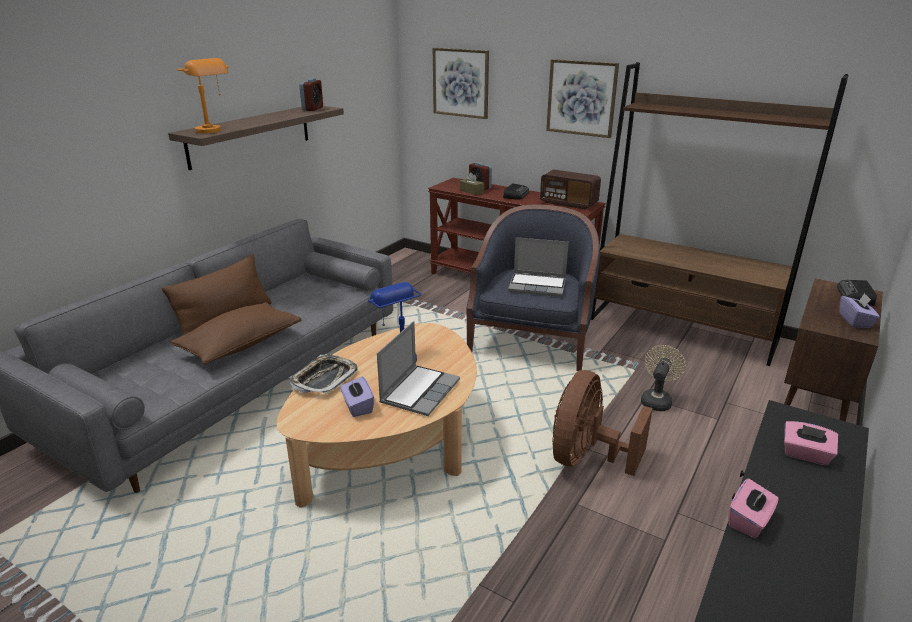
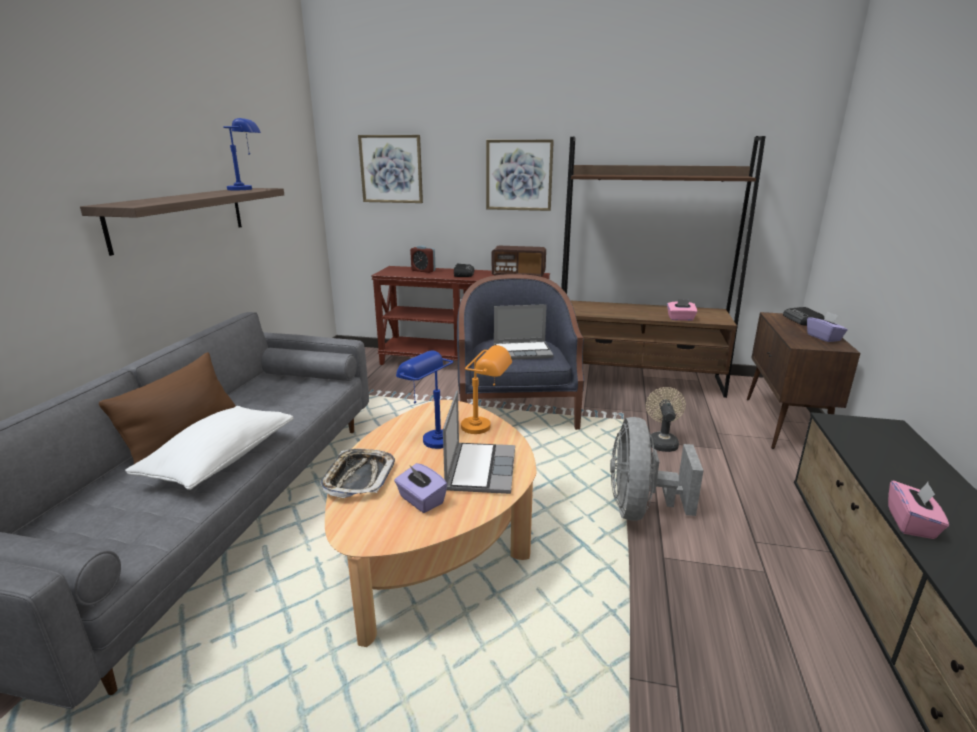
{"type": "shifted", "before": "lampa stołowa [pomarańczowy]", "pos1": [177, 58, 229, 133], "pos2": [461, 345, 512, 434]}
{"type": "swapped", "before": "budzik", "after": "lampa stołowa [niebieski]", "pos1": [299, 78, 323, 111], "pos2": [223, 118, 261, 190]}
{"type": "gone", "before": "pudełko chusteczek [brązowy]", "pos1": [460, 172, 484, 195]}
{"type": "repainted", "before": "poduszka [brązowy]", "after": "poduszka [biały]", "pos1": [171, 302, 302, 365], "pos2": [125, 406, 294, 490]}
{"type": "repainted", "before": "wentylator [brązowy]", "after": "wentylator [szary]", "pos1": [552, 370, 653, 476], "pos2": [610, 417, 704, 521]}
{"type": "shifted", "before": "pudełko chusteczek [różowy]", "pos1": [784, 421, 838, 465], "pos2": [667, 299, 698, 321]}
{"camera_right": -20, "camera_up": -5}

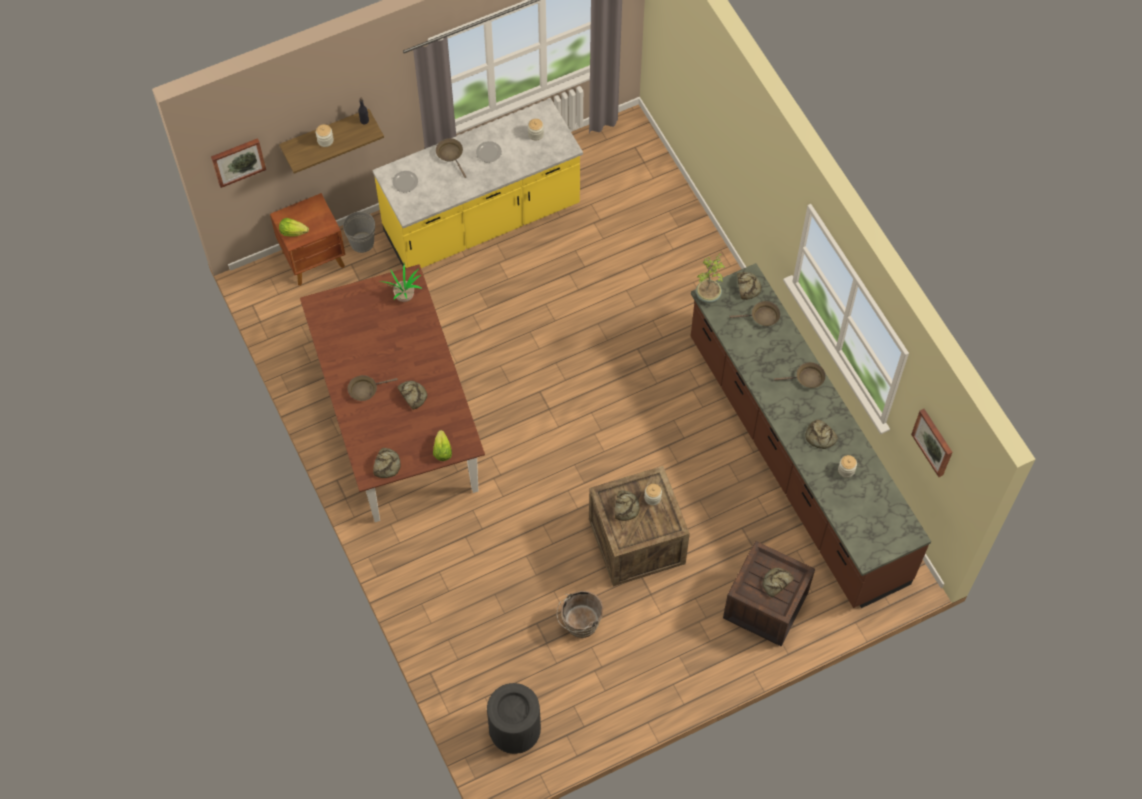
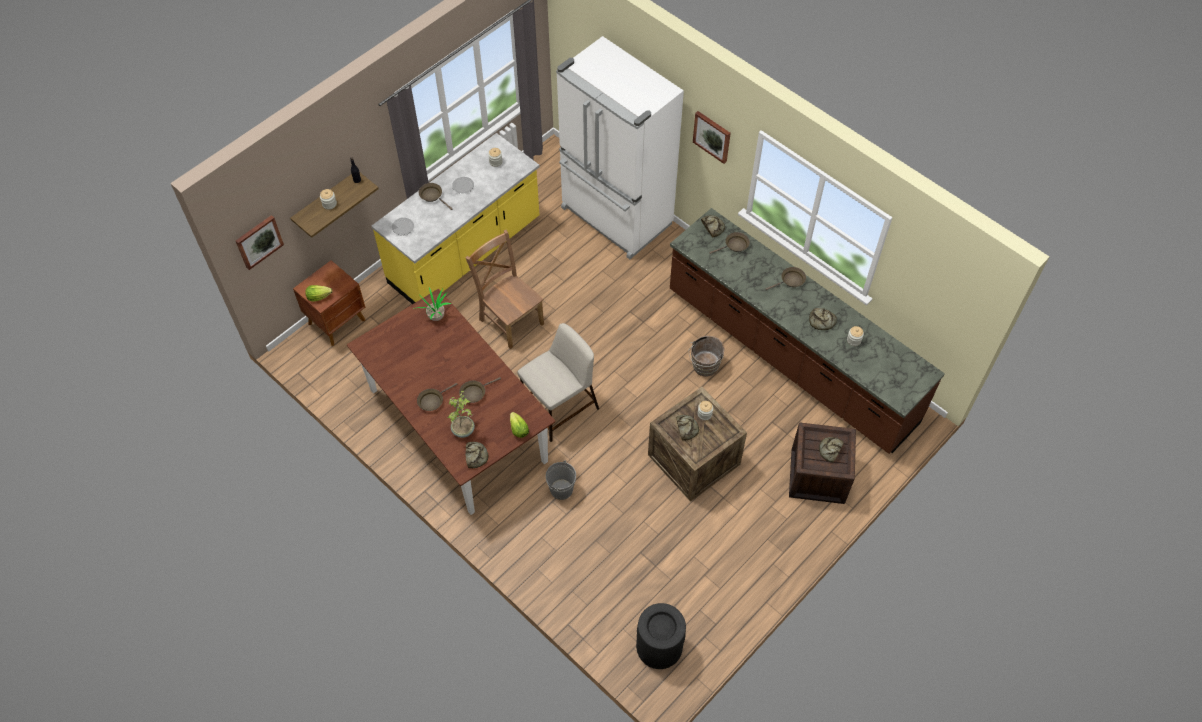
{"type": "shifted", "before": "wiadro [szary]", "pos1": [343, 212, 375, 253], "pos2": [546, 460, 576, 500]}
{"type": "shifted", "before": "roślina doniczkowa", "pos1": [696, 254, 725, 303], "pos2": [448, 391, 475, 438]}
{"type": "swapped", "before": "chleb", "after": "patelnia [brązowy]", "pos1": [397, 381, 427, 410], "pos2": [459, 377, 501, 403]}
{"type": "shifted", "before": "obraz", "pos1": [911, 409, 953, 477], "pos2": [693, 111, 731, 164]}
{"type": "shifted", "before": "wiadro [brązowy]", "pos1": [557, 591, 603, 638], "pos2": [688, 336, 725, 377]}
{"type": "new", "after": "lodówka [biały]", "pos2": [556, 36, 684, 259]}
{"type": "new", "after": "krzesło [brązowy]", "pos2": [466, 230, 544, 349]}
{"type": "new", "after": "stołek [beżowy]", "pos2": [517, 323, 599, 442]}
{"camera_right": -20, "camera_up": -5}

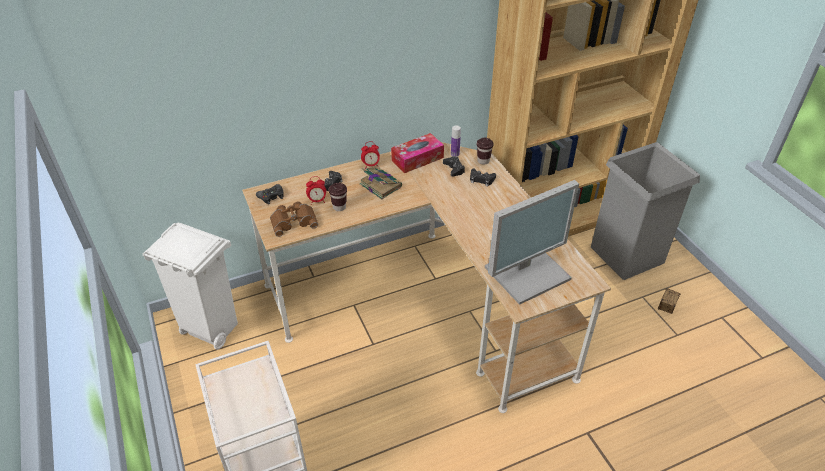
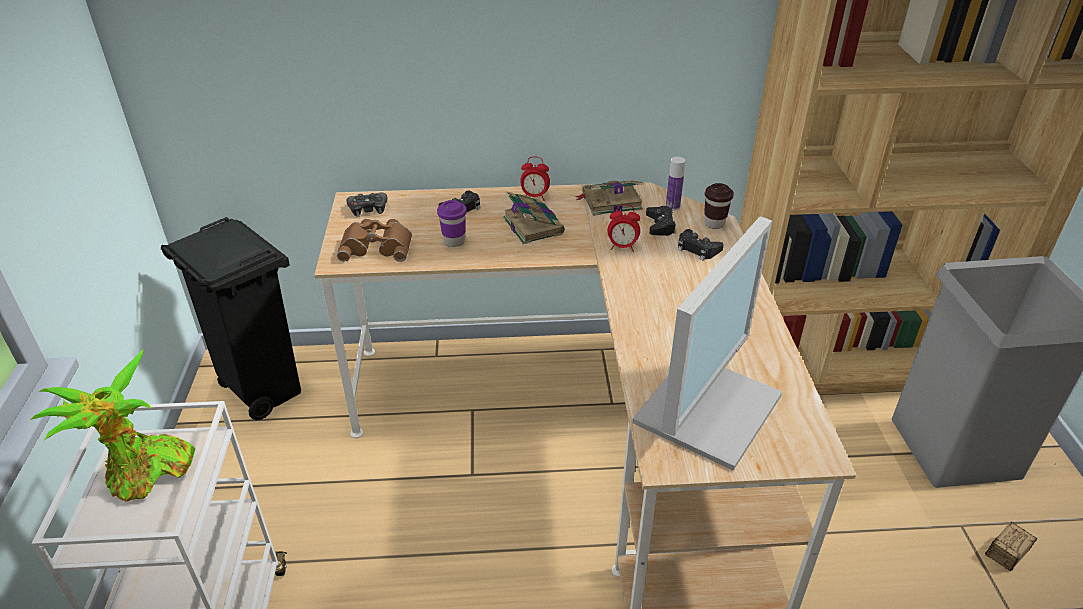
{"type": "swapped", "before": "pudełko chusteczek", "after": "książka", "pos1": [391, 133, 444, 173], "pos2": [574, 180, 644, 216]}
{"type": "shifted", "before": "budzik", "pos1": [306, 176, 326, 205], "pos2": [608, 204, 640, 252]}
{"type": "rotated", "before": "monitor", "pos1": [485, 180, 579, 305], "pos2": [632, 216, 782, 471], "turn": -45}
{"type": "repainted", "before": "filiżanka [brązowy]", "after": "filiżanka [fioletowy]", "pos1": [329, 183, 347, 211], "pos2": [437, 200, 467, 247]}
{"type": "repainted", "before": "kosz na śmieci [biały]", "after": "kosz na śmieci [czarny]", "pos1": [143, 223, 238, 349], "pos2": [161, 217, 301, 420]}
{"type": "new", "after": "roślina doniczkowa", "pos2": [31, 349, 195, 502]}
{"camera_right": 20, "camera_up": -5}

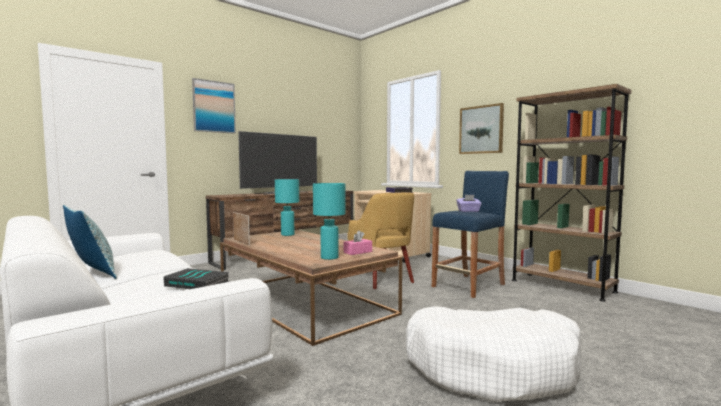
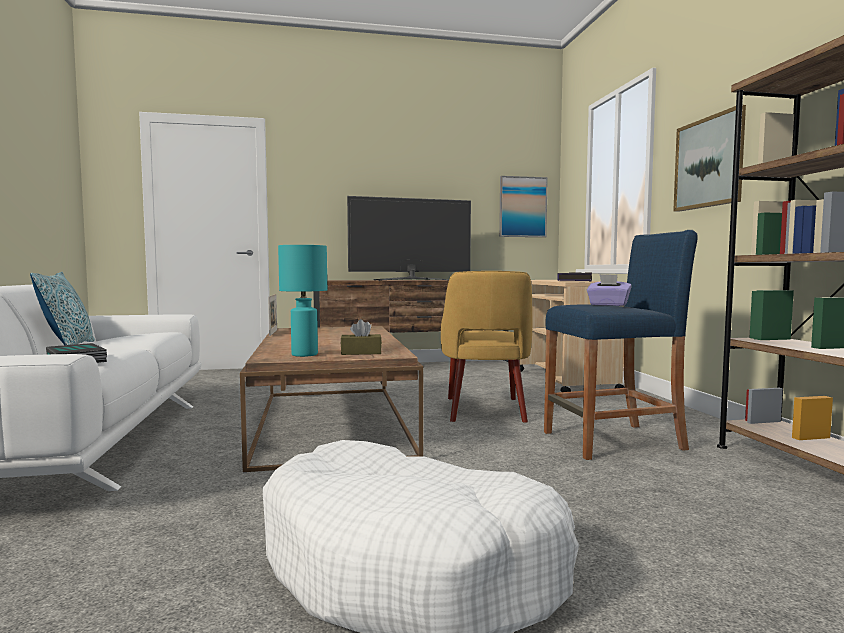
{"type": "shifted", "before": "obraz", "pos1": [192, 78, 236, 134], "pos2": [499, 176, 548, 237]}
{"type": "gone", "before": "lampa stołowa [turkusowy]", "pos1": [275, 179, 299, 236]}
{"type": "repainted", "before": "pudełko chusteczek [różowy]", "after": "pudełko chusteczek [brązowy]", "pos1": [344, 230, 372, 255], "pos2": [340, 319, 382, 355]}
{"camera_right": 30, "camera_up": 0}

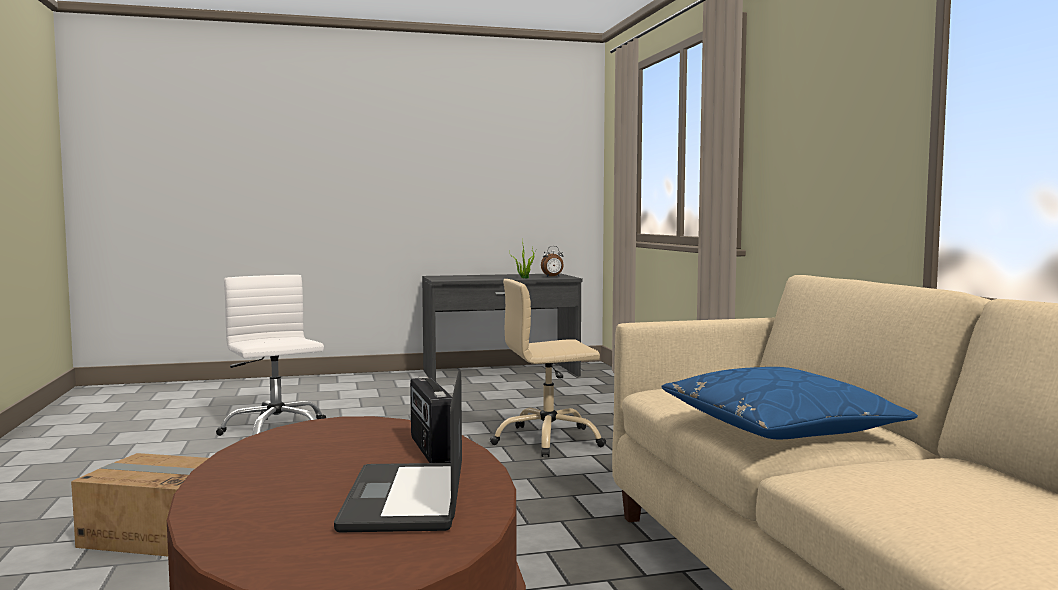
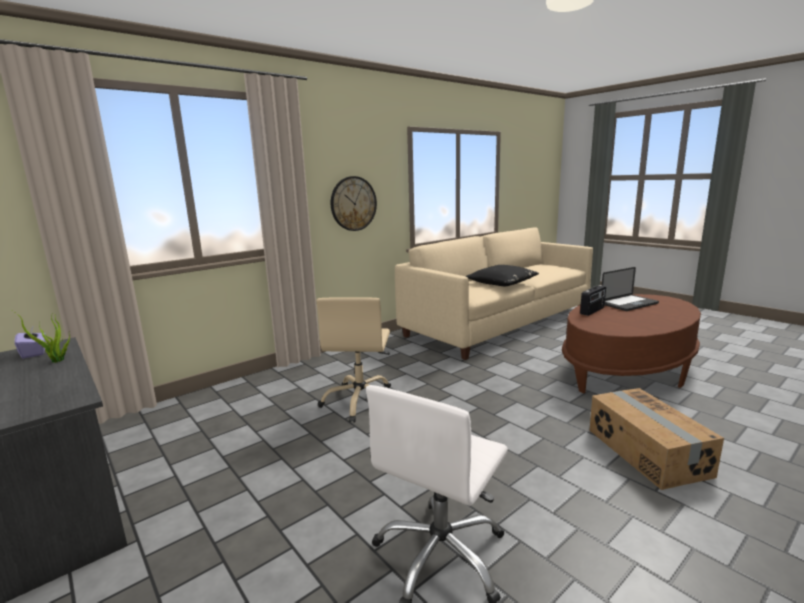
{"type": "swapped", "before": "budzik", "after": "pudełko chusteczek [fioletowy]", "pos1": [541, 246, 564, 277], "pos2": [14, 325, 46, 359]}
{"type": "rotated", "before": "krzesło biurowe [beżowy]", "pos1": [490, 279, 606, 457], "pos2": [316, 297, 391, 423], "turn": 45}
{"type": "repainted", "before": "poduszka [niebieski]", "after": "poduszka [czarny]", "pos1": [661, 367, 918, 439], "pos2": [465, 265, 539, 286]}
{"type": "new", "after": "zegar ścienny", "pos2": [331, 176, 377, 231]}
{"camera_right": -115, "camera_up": 10}

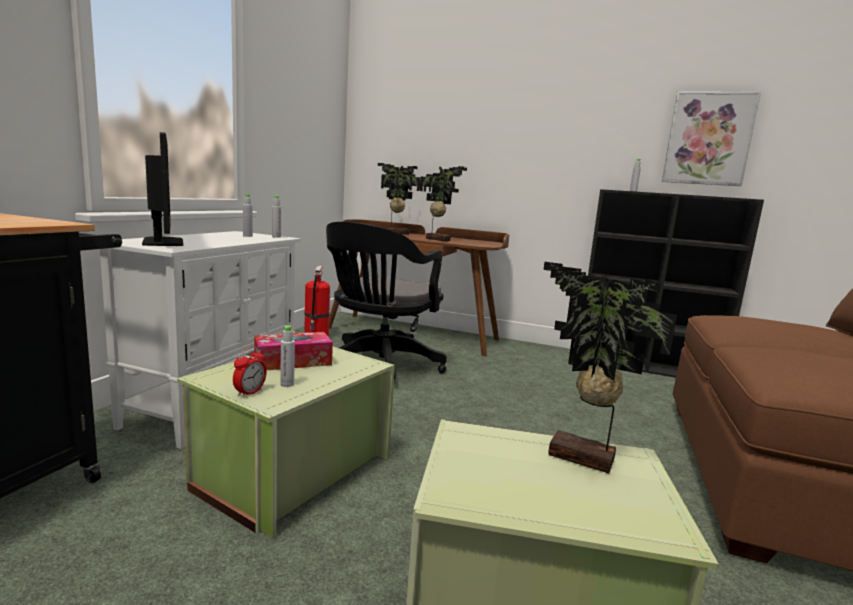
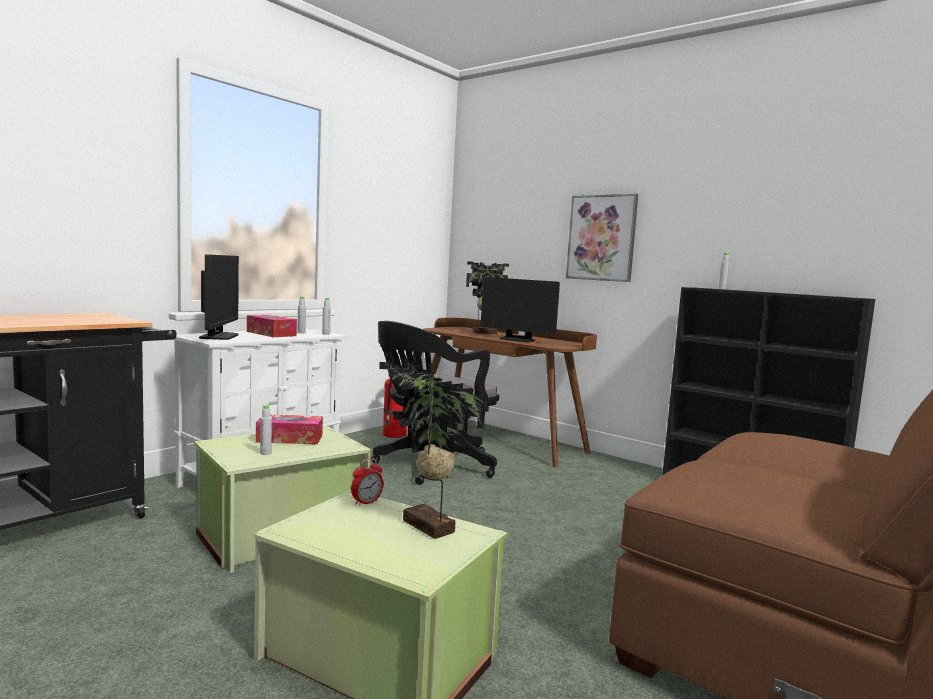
{"type": "shifted", "before": "obraz", "pos1": [662, 91, 761, 186], "pos2": [566, 194, 638, 282]}
{"type": "swapped", "before": "roślina doniczkowa", "after": "monitor", "pos1": [420, 166, 467, 241], "pos2": [481, 277, 560, 342]}
{"type": "shifted", "before": "budzik", "pos1": [233, 346, 266, 398], "pos2": [351, 458, 384, 506]}
{"type": "new", "after": "pudełko chusteczek", "pos2": [247, 315, 297, 337]}
{"camera_right": 20, "camera_up": -5}

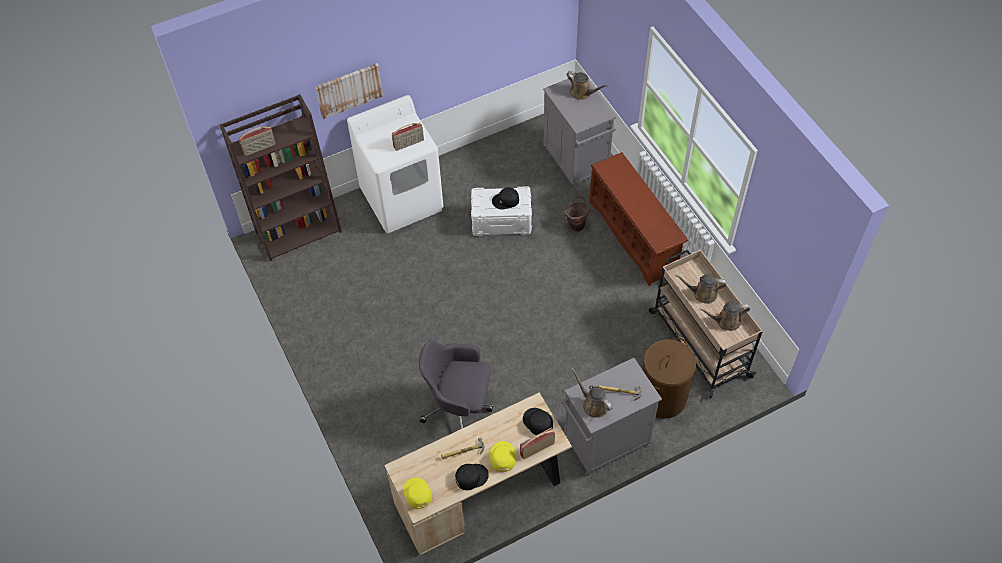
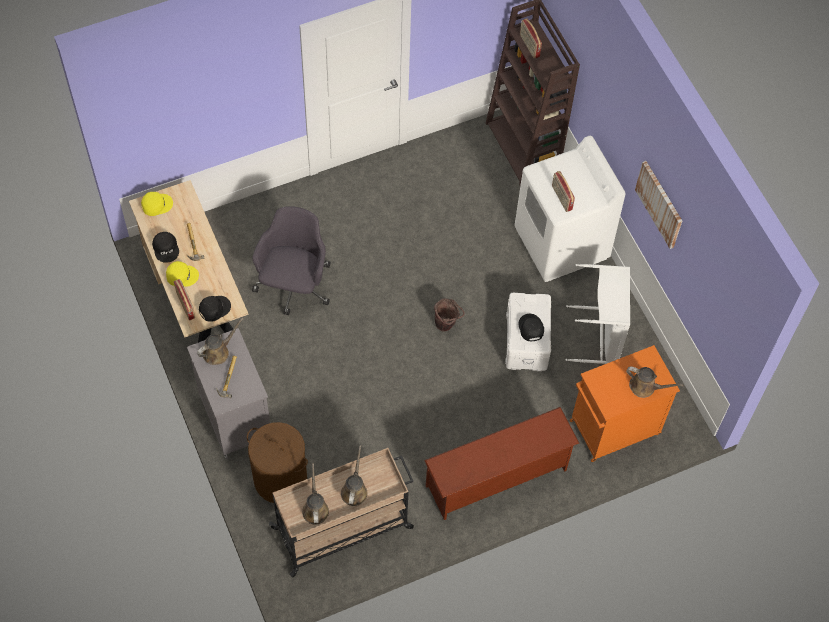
{"type": "shifted", "before": "obraz", "pos1": [315, 63, 383, 119], "pos2": [635, 161, 682, 249]}
{"type": "rotated", "before": "konewka [brązowy]", "pos1": [567, 71, 608, 100], "pos2": [626, 367, 683, 398], "turn": -105}
{"type": "repainted", "before": "szafka [szary]", "after": "szafka [pomarańczowy]", "pos1": [543, 76, 616, 189], "pos2": [570, 345, 680, 462]}
{"type": "shifted", "before": "wiadro [brązowy]", "pos1": [564, 196, 591, 232], "pos2": [434, 298, 465, 332]}
{"type": "new", "after": "kosz na pranie [biały]", "pos2": [565, 264, 630, 364]}
{"camera_right": 90, "camera_up": 5}

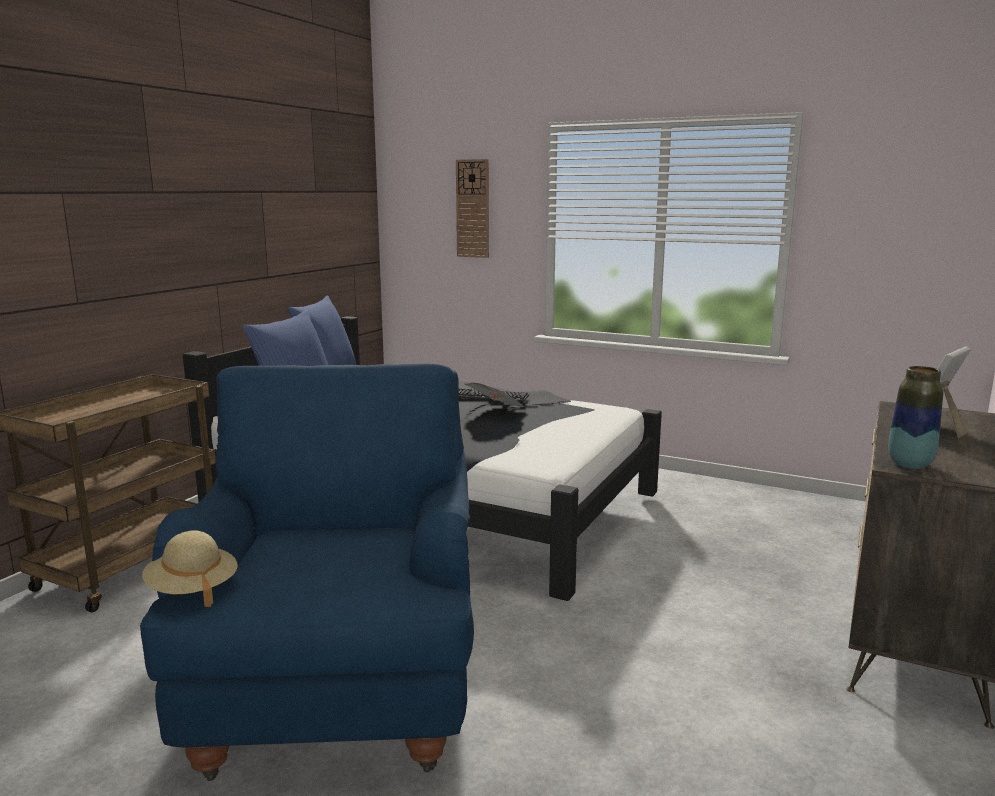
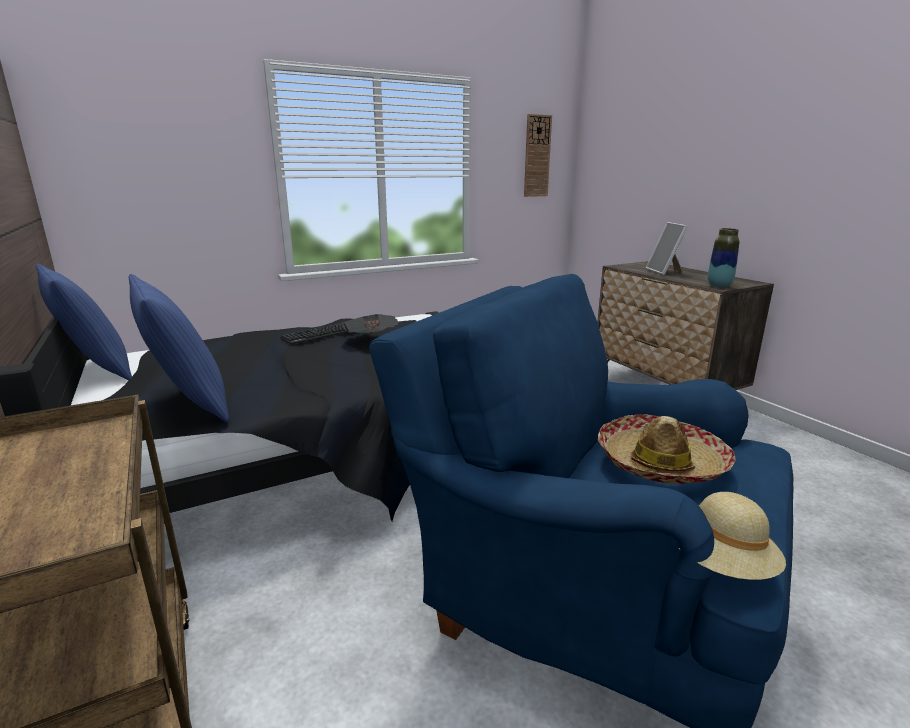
{"type": "shifted", "before": "zegar ścienny", "pos1": [456, 159, 489, 258], "pos2": [524, 114, 552, 197]}
{"type": "new", "after": "kapelusz", "pos2": [598, 414, 735, 484]}
{"camera_right": -55, "camera_up": 5}

